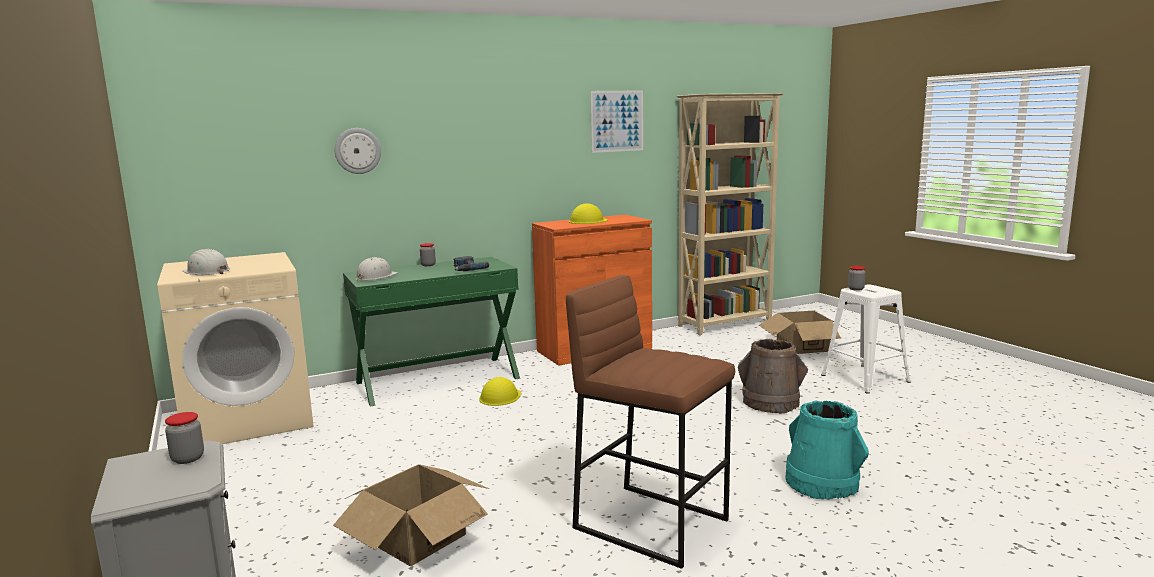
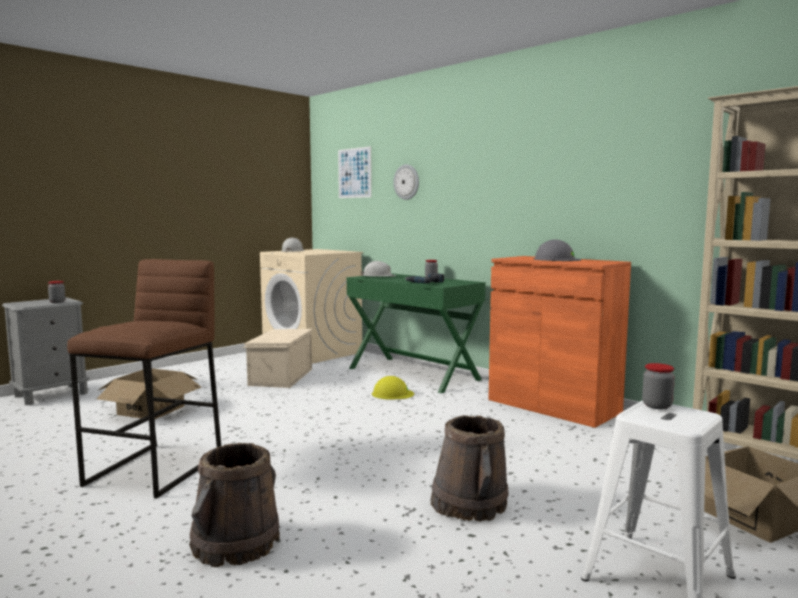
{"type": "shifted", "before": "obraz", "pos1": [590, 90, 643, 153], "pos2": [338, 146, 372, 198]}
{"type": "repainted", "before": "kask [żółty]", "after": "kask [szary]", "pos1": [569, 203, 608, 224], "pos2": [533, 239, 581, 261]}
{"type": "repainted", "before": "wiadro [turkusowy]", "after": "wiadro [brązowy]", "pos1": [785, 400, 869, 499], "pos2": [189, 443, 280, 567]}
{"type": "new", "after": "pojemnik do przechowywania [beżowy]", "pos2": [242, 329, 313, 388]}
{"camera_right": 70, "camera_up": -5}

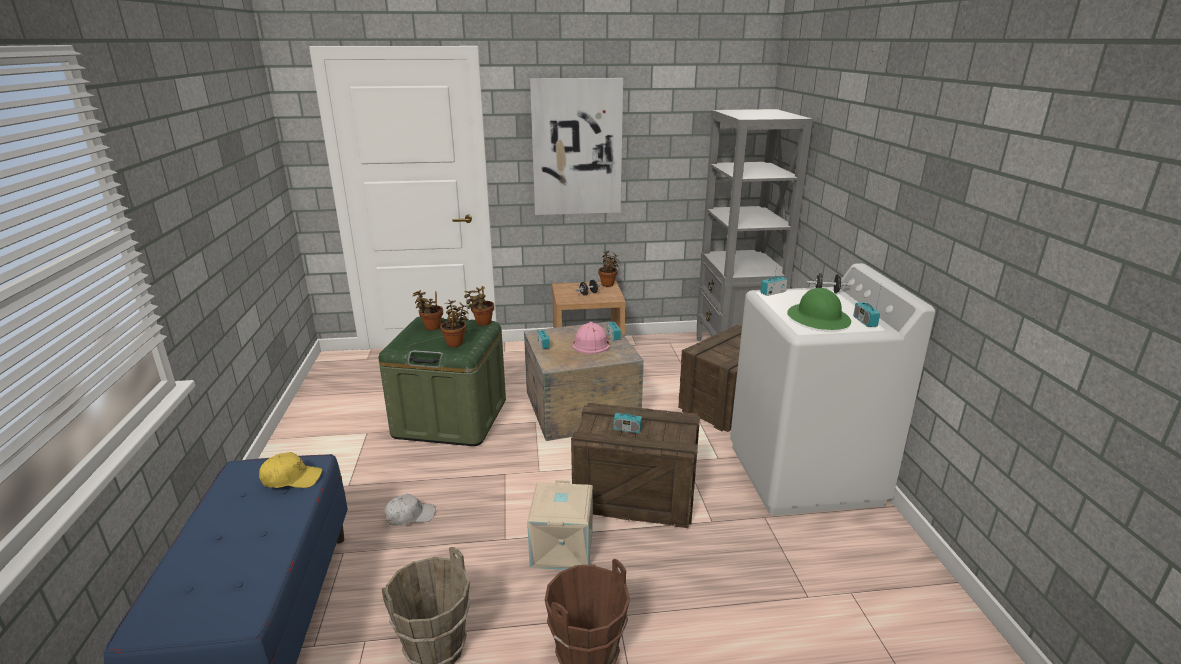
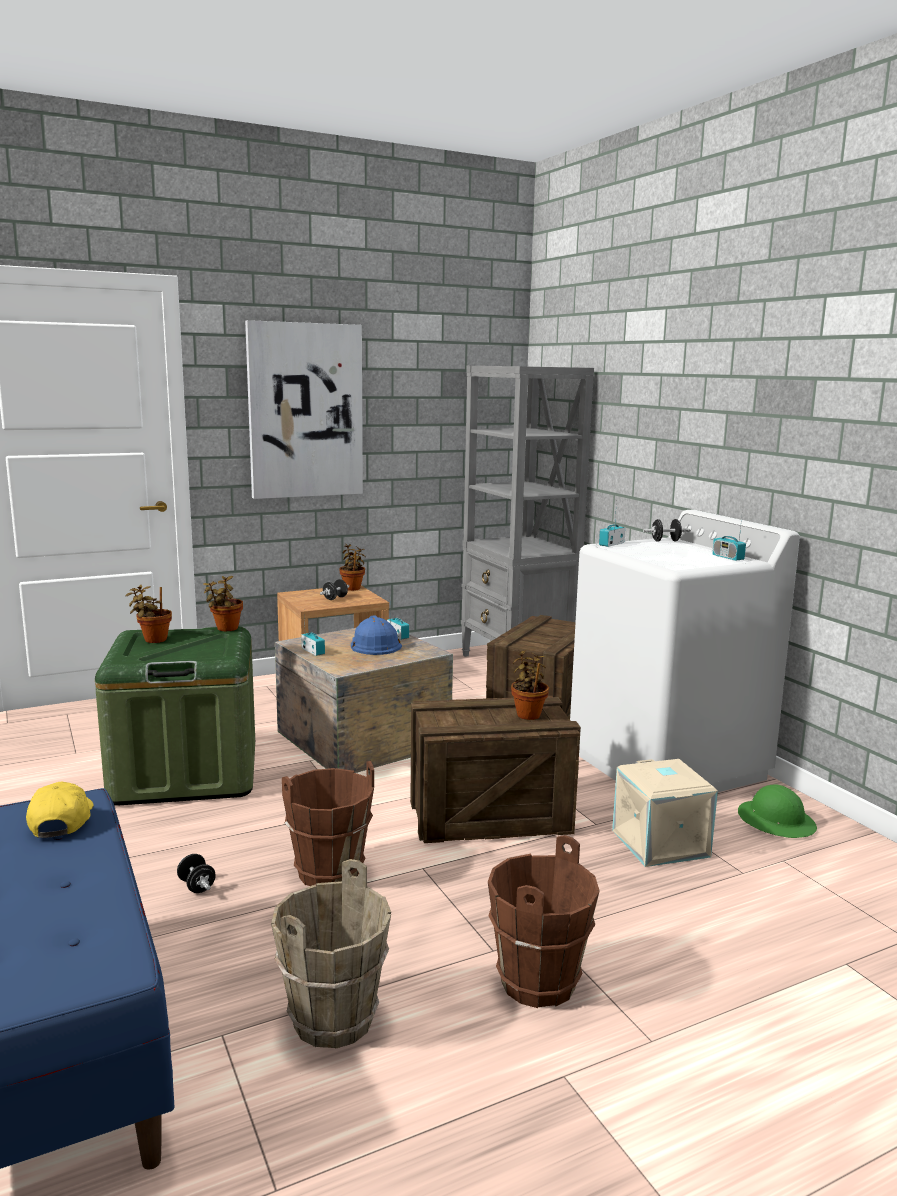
{"type": "shifted", "before": "kask [zielony]", "pos1": [787, 288, 851, 330], "pos2": [738, 784, 817, 838]}
{"type": "shifted", "before": "roślina doniczkowa", "pos1": [440, 300, 469, 347], "pos2": [511, 650, 549, 720]}
{"type": "repainted", "before": "kask [różowy]", "after": "kask [niebieski]", "pos1": [572, 322, 610, 354], "pos2": [351, 616, 402, 655]}
{"type": "gone", "before": "radio", "pos1": [613, 401, 642, 433]}
{"type": "rotated", "before": "czapka z daszkiem [żółty]", "pos1": [259, 452, 322, 488], "pos2": [26, 782, 94, 838], "turn": -75}
{"type": "shifted", "before": "pojemnik do przechowywania [beżowy]", "pos1": [527, 480, 593, 570], "pos2": [612, 759, 718, 867]}
{"type": "swapped", "before": "czapka z daszkiem [biały]", "after": "hantel [czarny]", "pos1": [384, 494, 435, 526], "pos2": [177, 854, 216, 893]}
{"type": "new", "after": "wiadro [brązowy]", "pos2": [282, 761, 374, 886]}
{"camera_right": -20, "camera_up": -10}

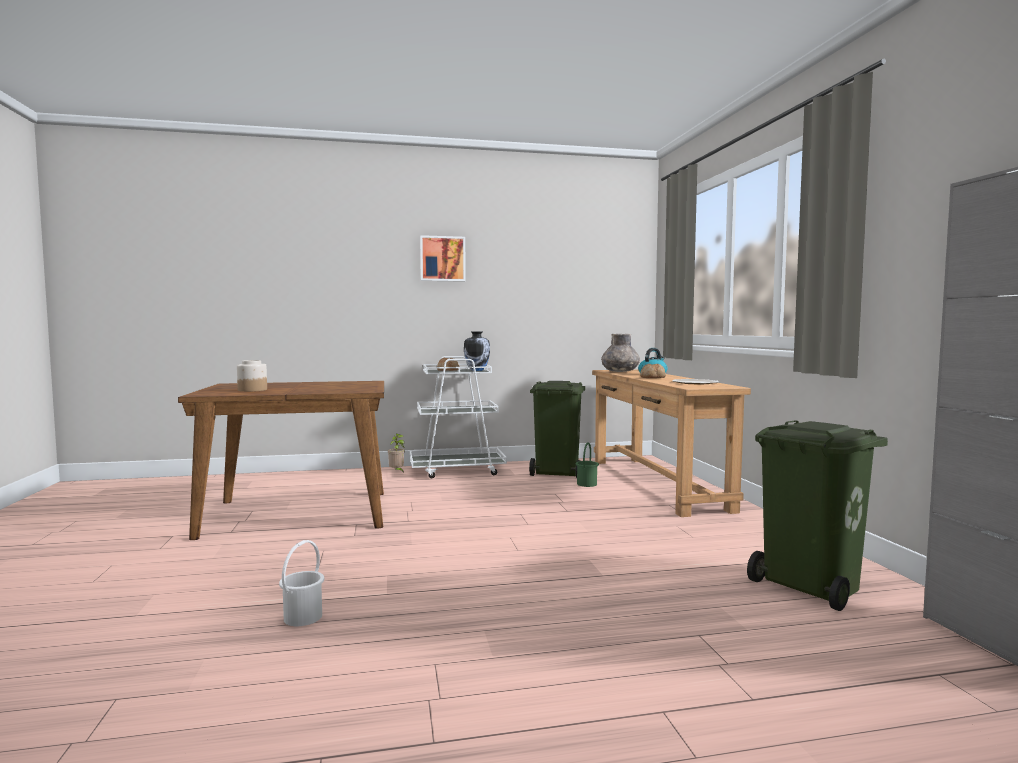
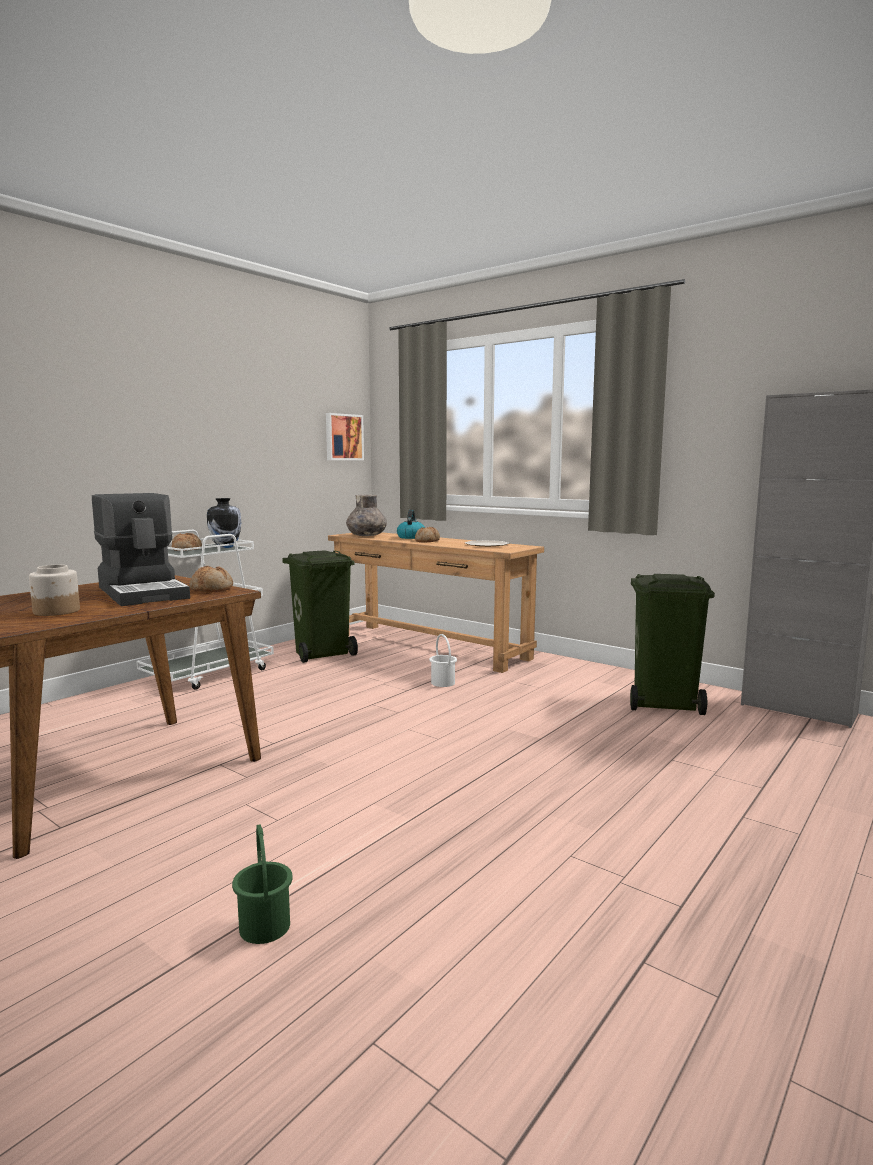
{"type": "shifted", "before": "obraz", "pos1": [420, 235, 466, 282], "pos2": [326, 413, 364, 460]}
{"type": "gone", "before": "roślina doniczkowa", "pos1": [388, 434, 405, 473]}
{"type": "shifted", "before": "wiadro [zielony]", "pos1": [576, 442, 599, 487], "pos2": [232, 825, 293, 944]}
{"type": "shifted", "before": "wiadro [biały]", "pos1": [279, 540, 324, 626], "pos2": [429, 634, 457, 687]}
{"type": "new", "after": "ekspres do kawy", "pos2": [92, 493, 190, 606]}
{"type": "new", "after": "chleb", "pos2": [189, 566, 233, 592]}
{"camera_right": -40, "camera_up": 5}

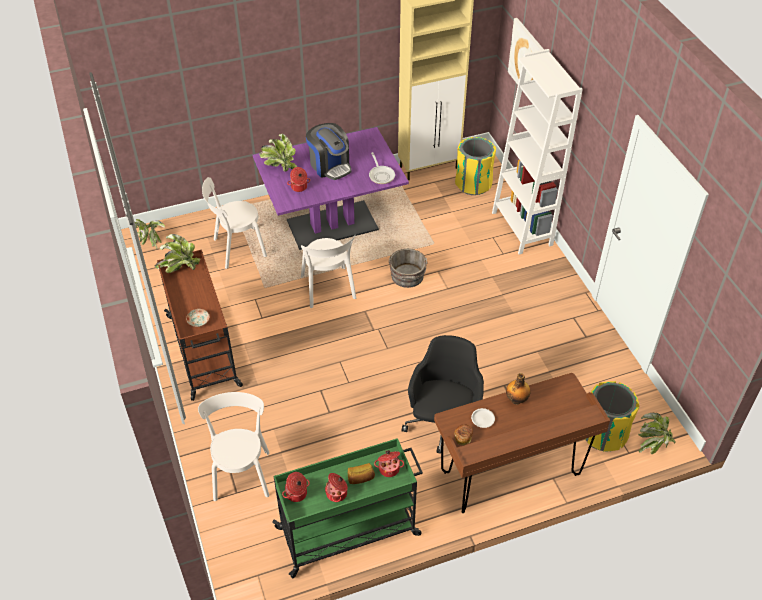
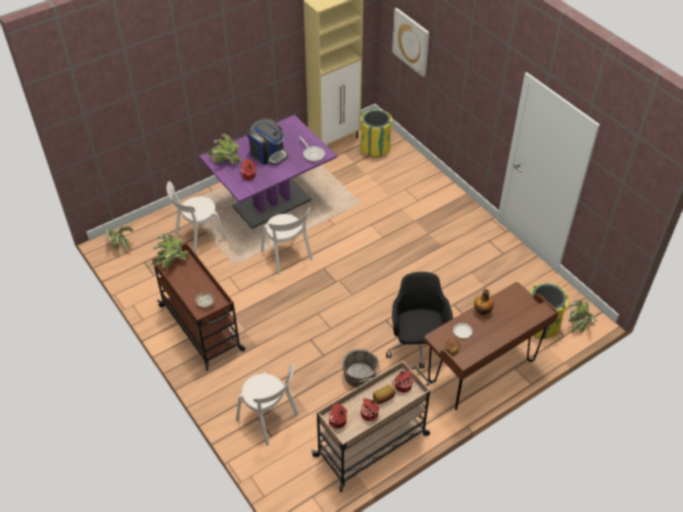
{"type": "gone", "before": "regał [biały]", "pos1": [492, 49, 583, 255]}
{"type": "shifted", "before": "wiadro [szary]", "pos1": [388, 249, 427, 288], "pos2": [342, 349, 380, 388]}
{"type": "rotated", "before": "krzesło [biały]", "pos1": [198, 392, 270, 501], "pos2": [236, 364, 299, 446], "turn": 150}
{"type": "repainted", "before": "wózek [zielony]", "after": "wózek [beżowy]", "pos1": [272, 438, 423, 578], "pos2": [311, 361, 431, 492]}
{"camera_right": -15, "camera_up": 0}

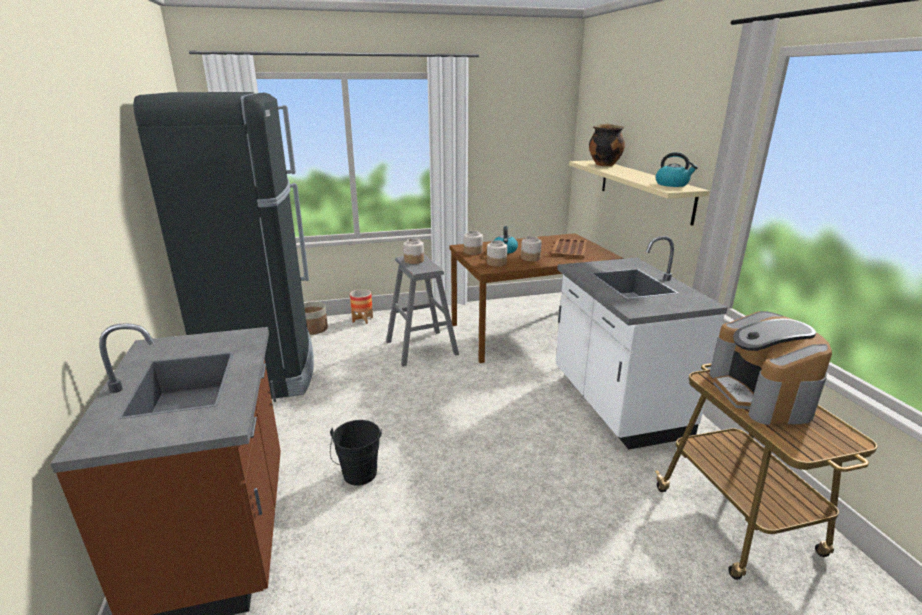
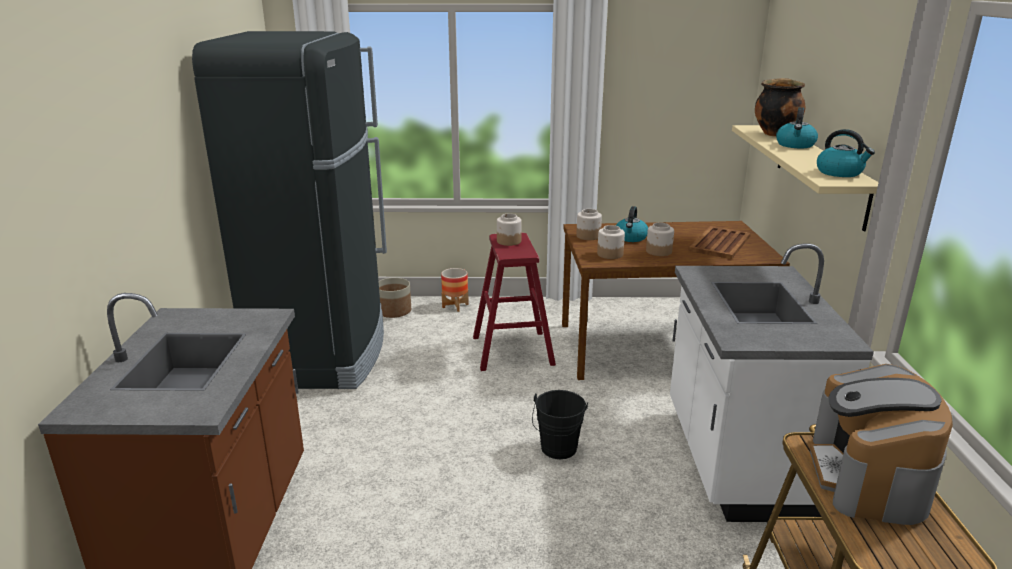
{"type": "repainted", "before": "stołek [szary]", "after": "stołek [czerwony]", "pos1": [386, 254, 459, 367], "pos2": [473, 233, 556, 371]}
{"type": "shifted", "before": "wiadro [czarny]", "pos1": [330, 420, 382, 486], "pos2": [532, 390, 588, 459]}
{"type": "new", "after": "czajnik", "pos2": [776, 107, 818, 148]}
{"camera_right": 15, "camera_up": 0}

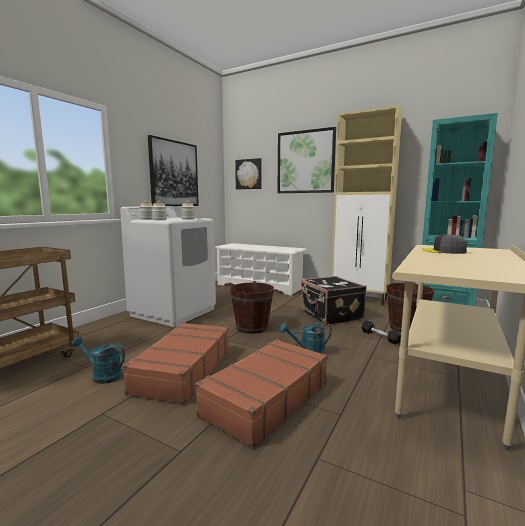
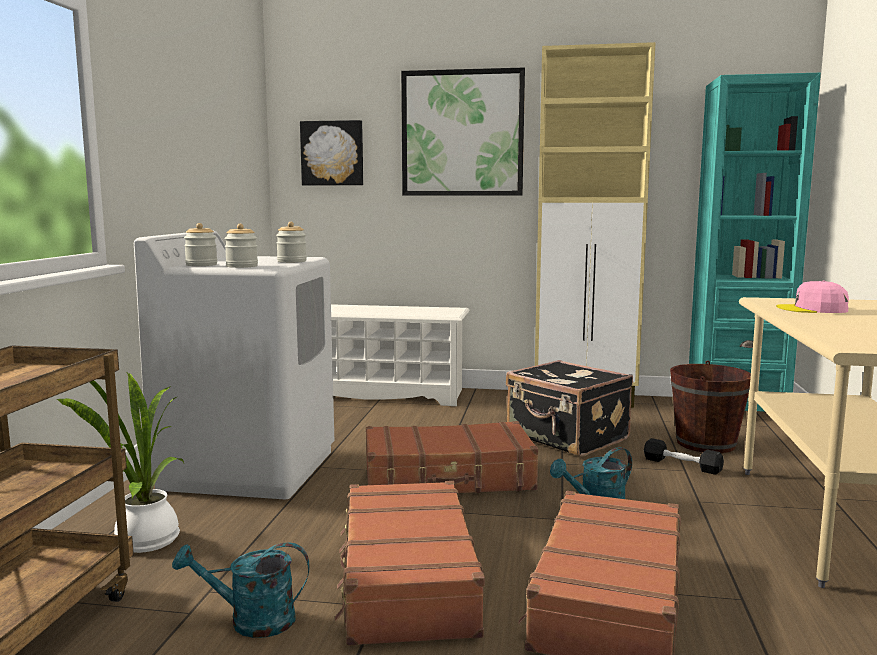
{"type": "gone", "before": "obraz", "pos1": [148, 135, 199, 206]}
{"type": "repainted", "before": "czapka z daszkiem [szary]", "after": "czapka z daszkiem [różowy]", "pos1": [422, 234, 467, 254], "pos2": [776, 281, 849, 313]}
{"type": "swapped", "before": "wiadro [brązowy]", "after": "walizka [brązowy]", "pos1": [230, 281, 274, 334], "pos2": [366, 421, 538, 493]}
{"type": "new", "after": "roślina doniczkowa", "pos2": [57, 373, 184, 553]}
{"camera_right": -20, "camera_up": 0}

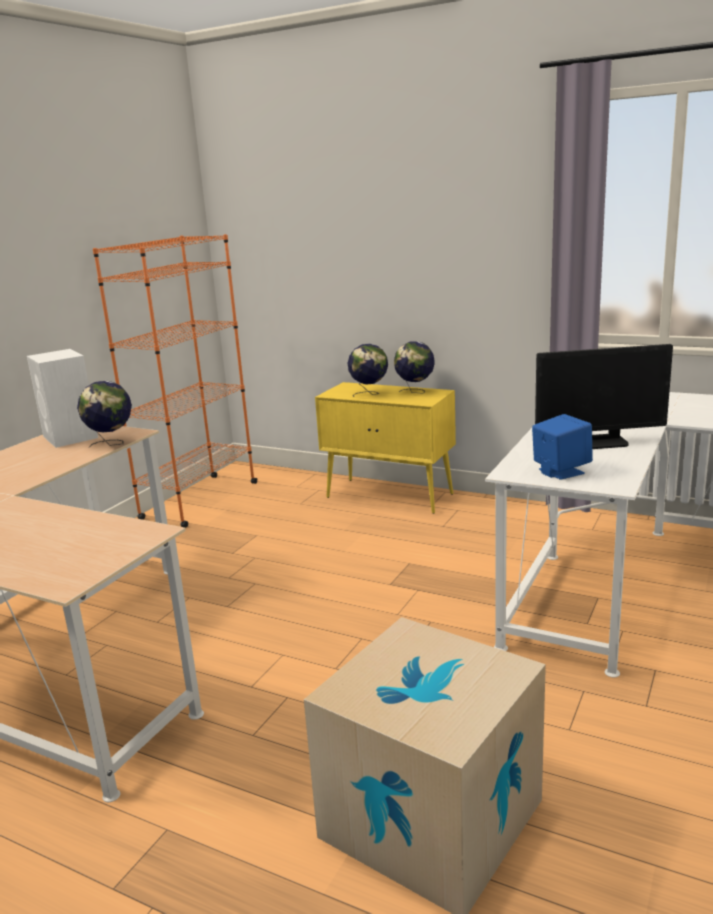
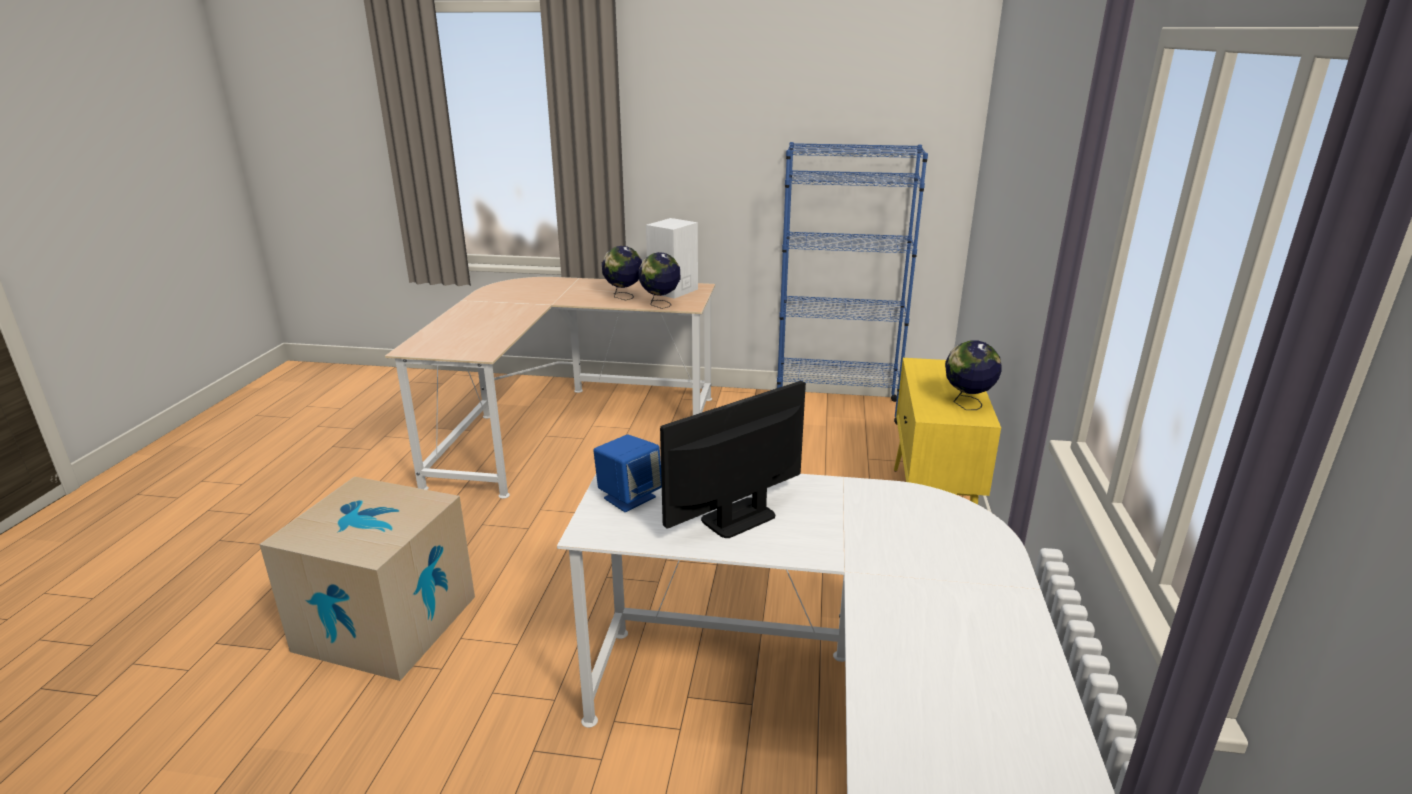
{"type": "repainted", "before": "regał [pomarańczowy]", "after": "regał [niebieski]", "pos1": [93, 234, 258, 528], "pos2": [777, 142, 928, 424]}
{"type": "shifted", "before": "globus", "pos1": [348, 343, 388, 397], "pos2": [602, 246, 642, 300]}
{"type": "rotated", "before": "monitor", "pos1": [535, 344, 673, 449], "pos2": [660, 381, 806, 538], "turn": 75}
{"camera_right": 70, "camera_up": 5}

